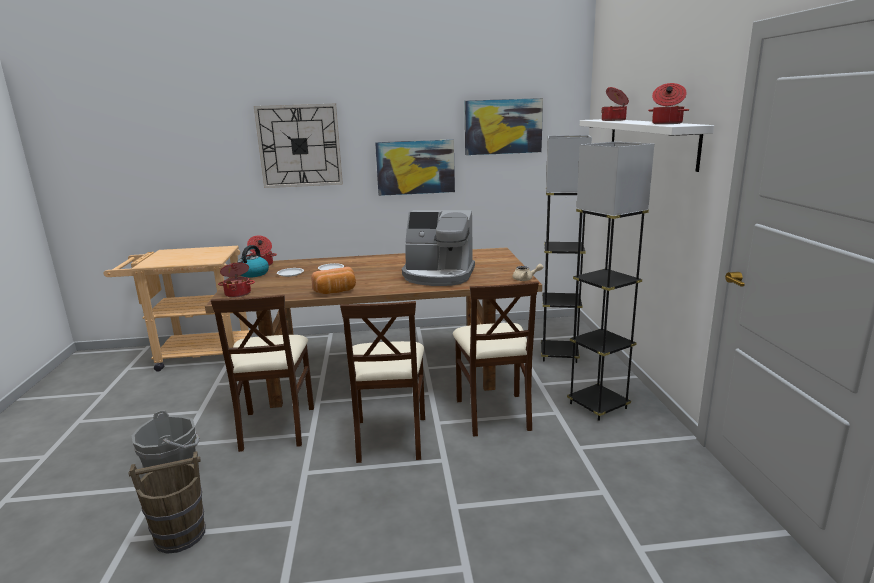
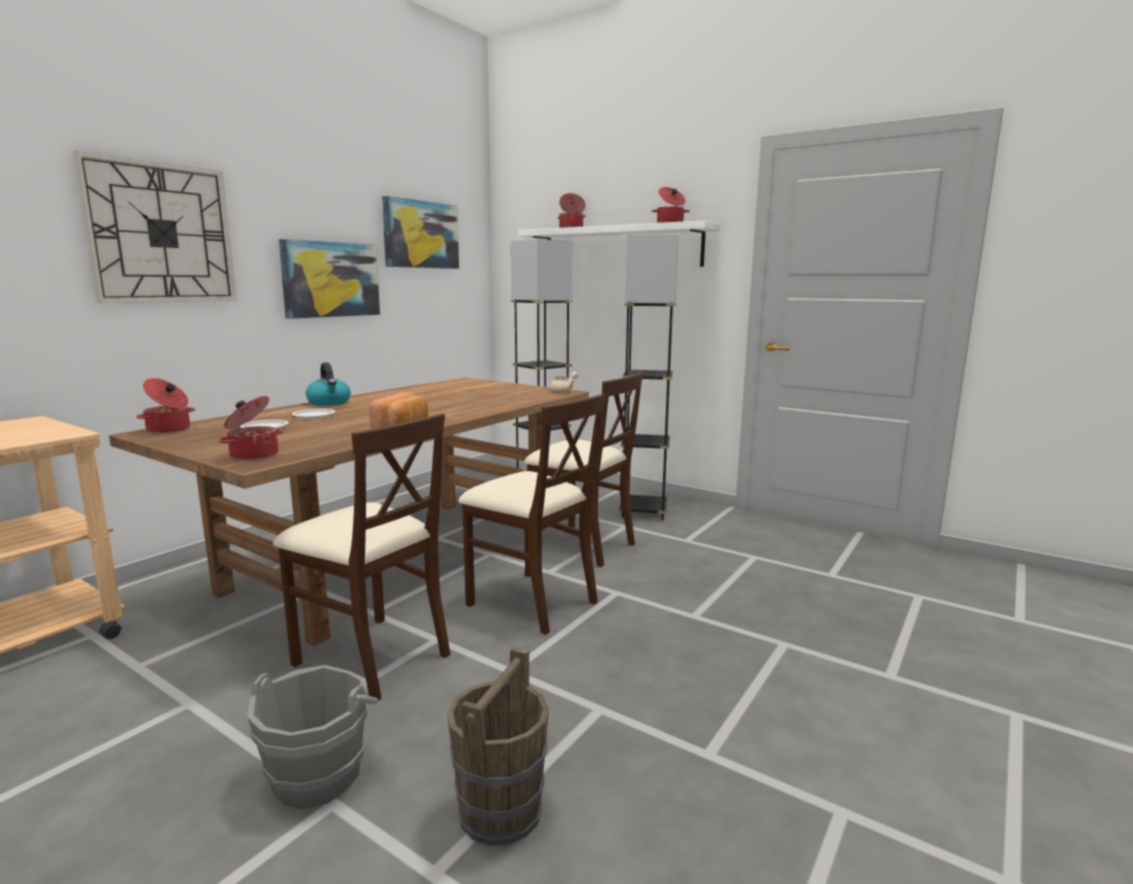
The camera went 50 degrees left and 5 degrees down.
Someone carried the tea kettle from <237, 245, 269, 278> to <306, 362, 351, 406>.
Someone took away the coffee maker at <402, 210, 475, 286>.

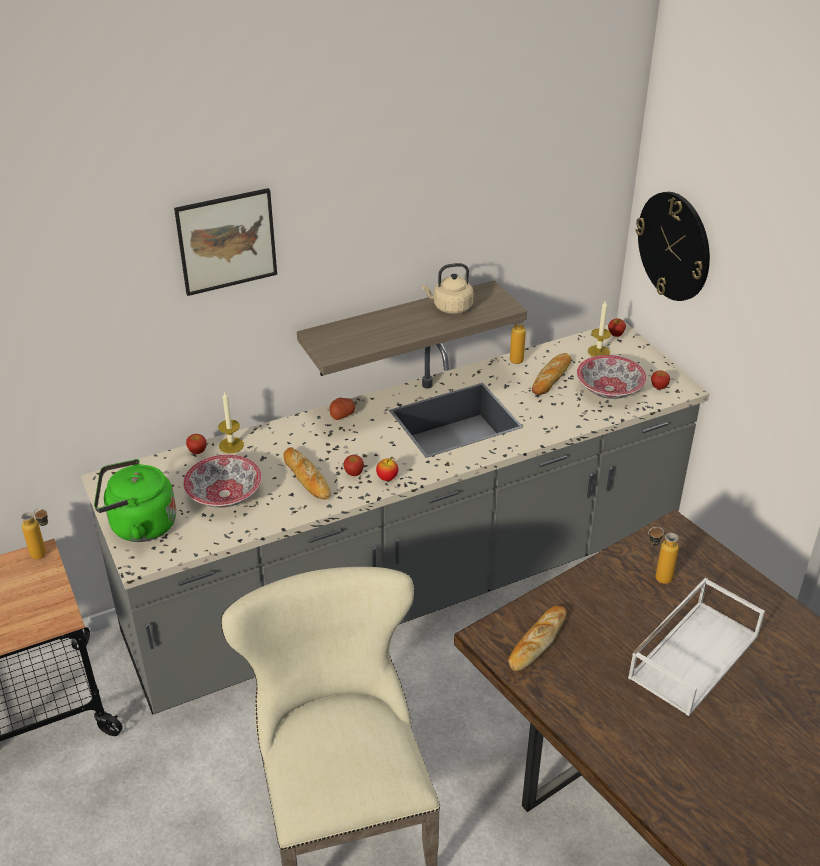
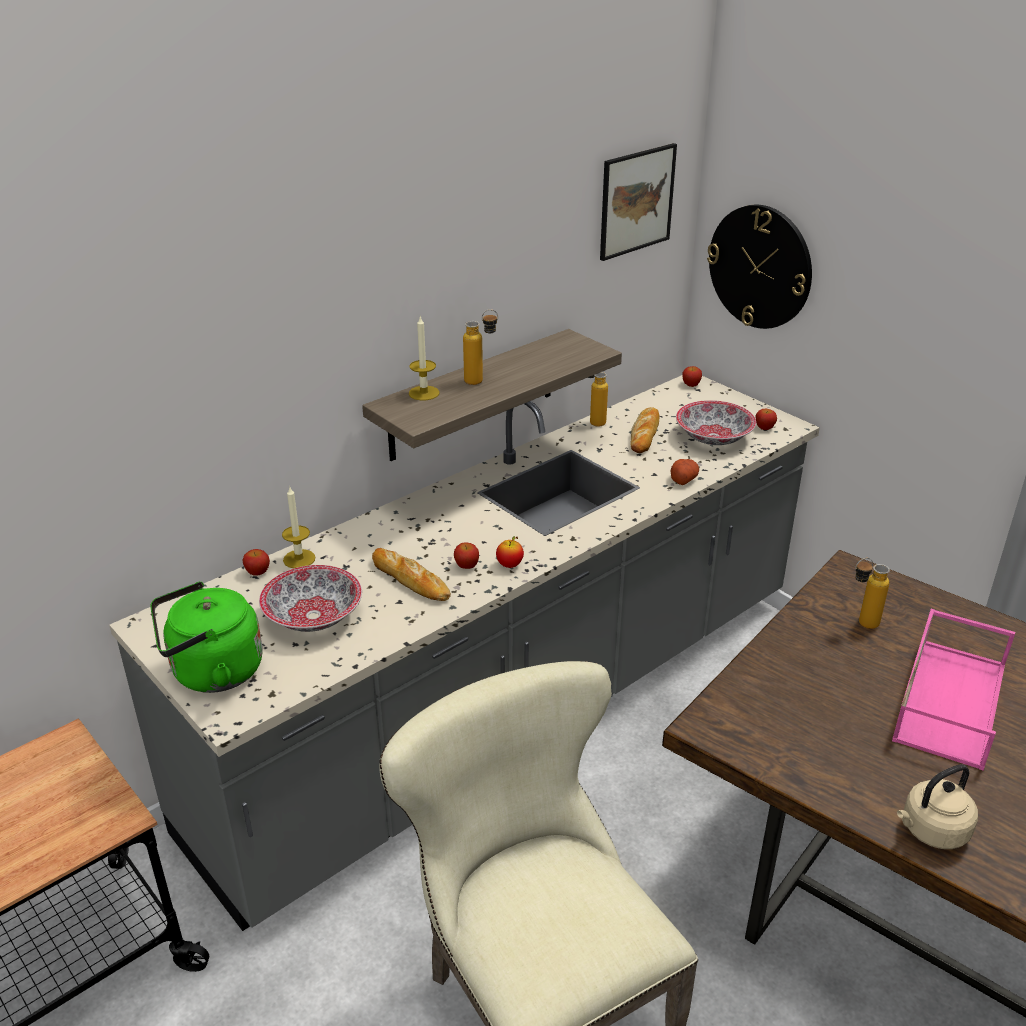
The camera went 15 degrees left and 5 degrees down.
Someone carried the wax light from <588, 301, 611, 357> to <409, 317, 439, 400>.
Someone carried the drink bottle from <21, 508, 48, 560> to <463, 309, 498, 385>.
Someone carried the picture from <174, 188, 277, 296> to <600, 143, 677, 261>.
Someone carried the whole potato from <329, 398, 355, 420> to <671, 459, 699, 485>.
Someone repainted the whitish carrying tray at <628, 578, 765, 716>, which became the pink-coloured carrying tray at <892, 609, 1015, 771>.
Someone carried the sand-coloured tea kettle from <422, 263, 474, 314> to <897, 764, 978, 849>.
Someone took away the baked bread at <508, 606, 567, 671>.

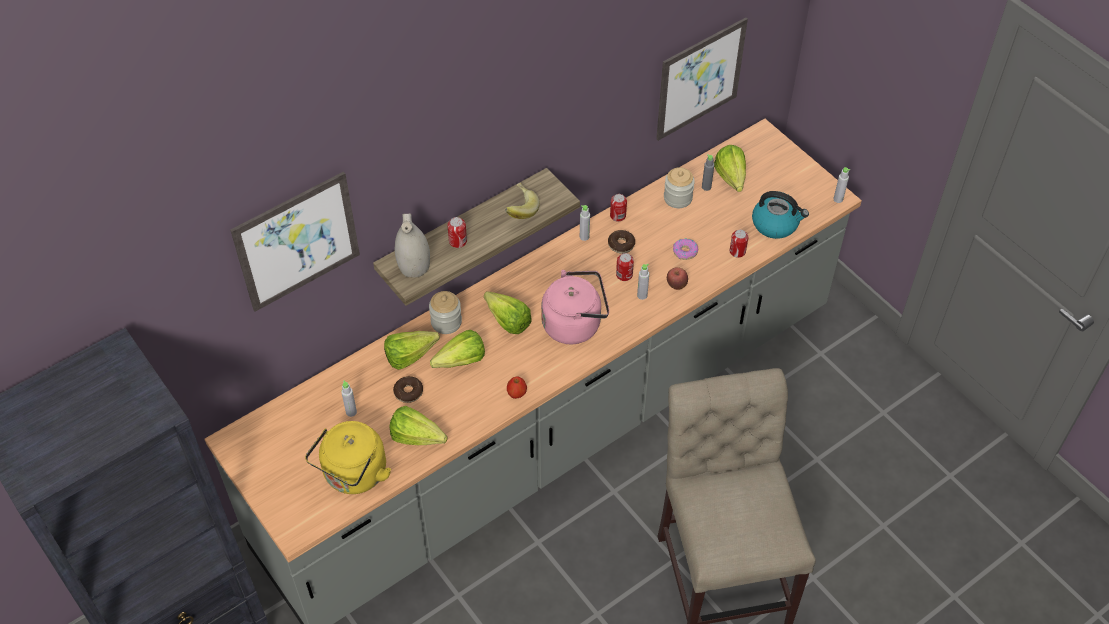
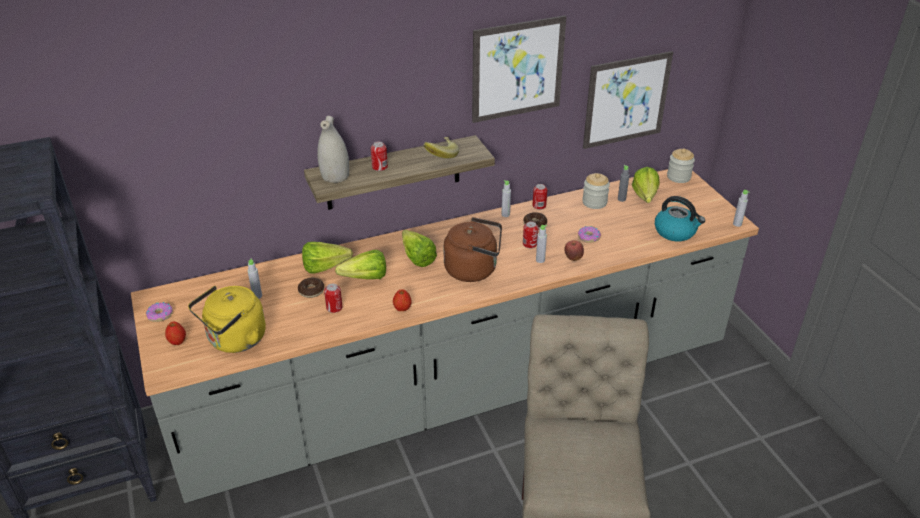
The camera went 15 degrees right and 15 degrees down.
Someone put down the doughnut at <146, 302, 173, 322>.
Someone put down the apple at <165, 322, 186, 345>.
Someone carried the metal can from <730, 230, 748, 258> to <324, 284, 342, 313>.
Someone repainted the pink-coloured tea kettle at <541, 270, 609, 344>, which became the brown tea kettle at <443, 217, 502, 282>.
Someone carried the picture from <230, 171, 360, 312> to <472, 15, 566, 123>.
Someone carried the jar from <429, 291, 462, 334> to <667, 149, 695, 183>.
Someone took away the lettuce at <389, 406, 447, 445>.

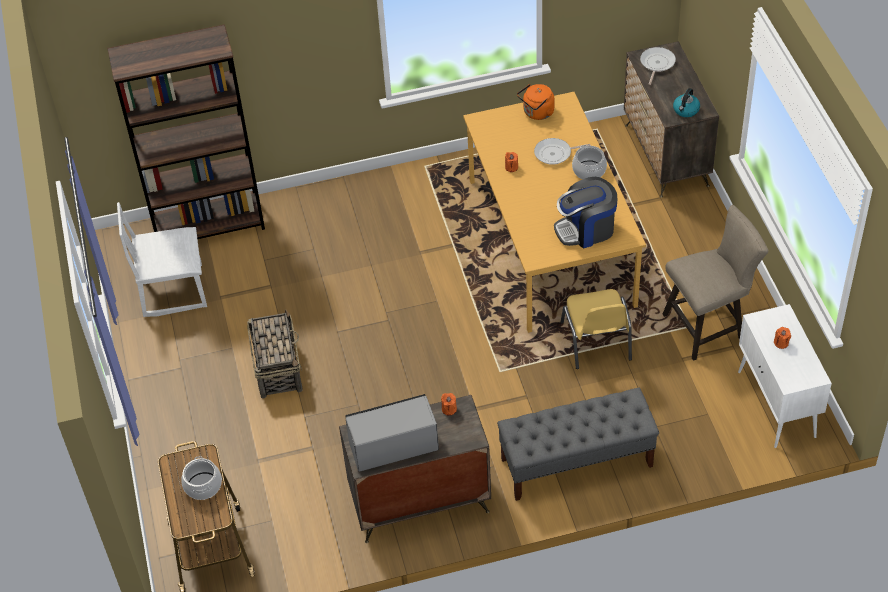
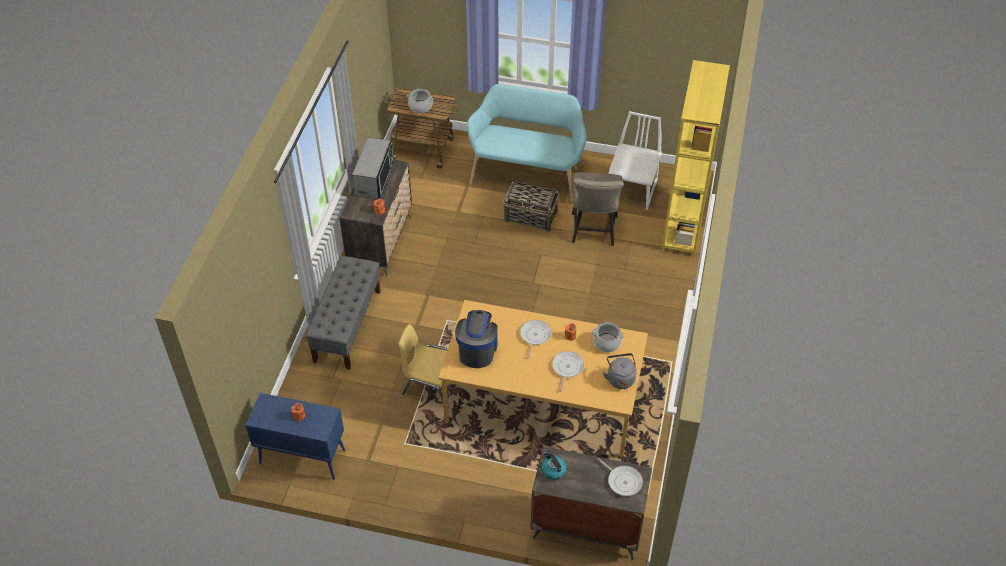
The camera went 115 degrees right and 0 degrees up.
Someone repainted the whitish cupboard at <738, 304, 832, 448>, which became the bluish cupboard at <245, 393, 346, 479>.
Someone put down the turquoise-coloured long seat at <467, 84, 587, 201>.
Someone put down the frying pan at <520, 320, 551, 359>.
Someone carried the sand-coloured stool from <663, 205, 768, 361> to <572, 172, 624, 246>.
Someone carried the cooking pot from <572, 145, 607, 180> to <592, 322, 624, 352>.
Someone repainted the orange tea kettle at <517, 84, 554, 120>, which became the grey tea kettle at <603, 353, 637, 389>.
Someone repainted the brown bookcase at <107, 24, 265, 239>, which became the yellowish bookcase at <661, 60, 730, 257>.

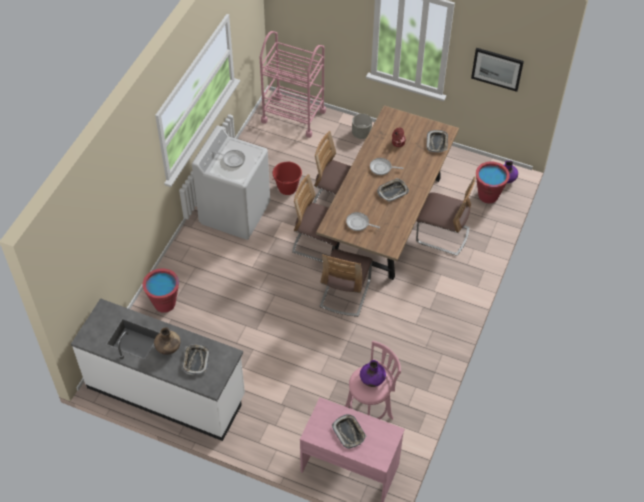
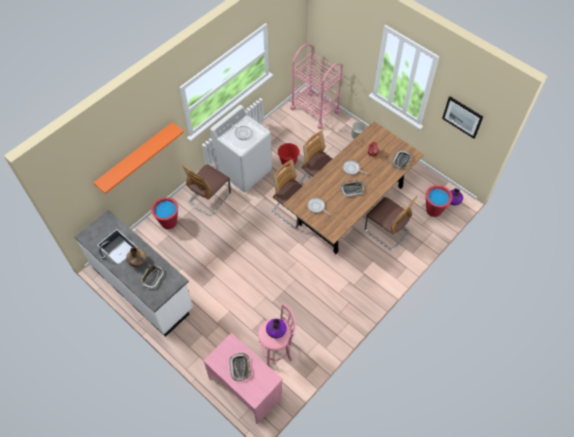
The camera went 20 degrees right and 5 degrees up.
Someone put up the orange shelf at <93, 122, 184, 194>.
Someone carried the upright chair from <320, 249, 373, 317> to <182, 164, 231, 216>.

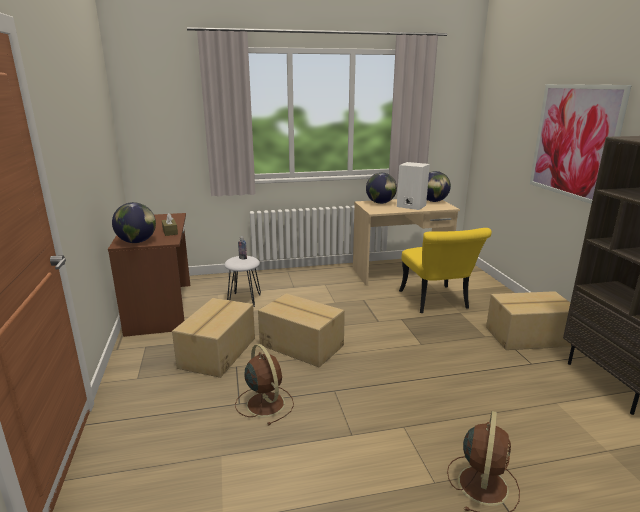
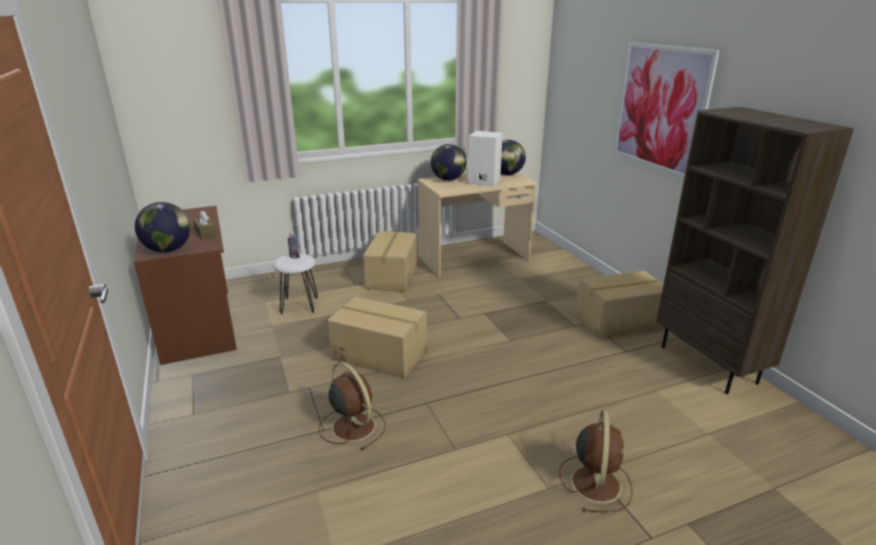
The camera went 10 degrees left and 5 degrees up.
Someone carried the packing box from <172, 298, 255, 378> to <363, 231, 418, 292>.
Someone took away the yellowish upright chair at <399, 228, 492, 313>.

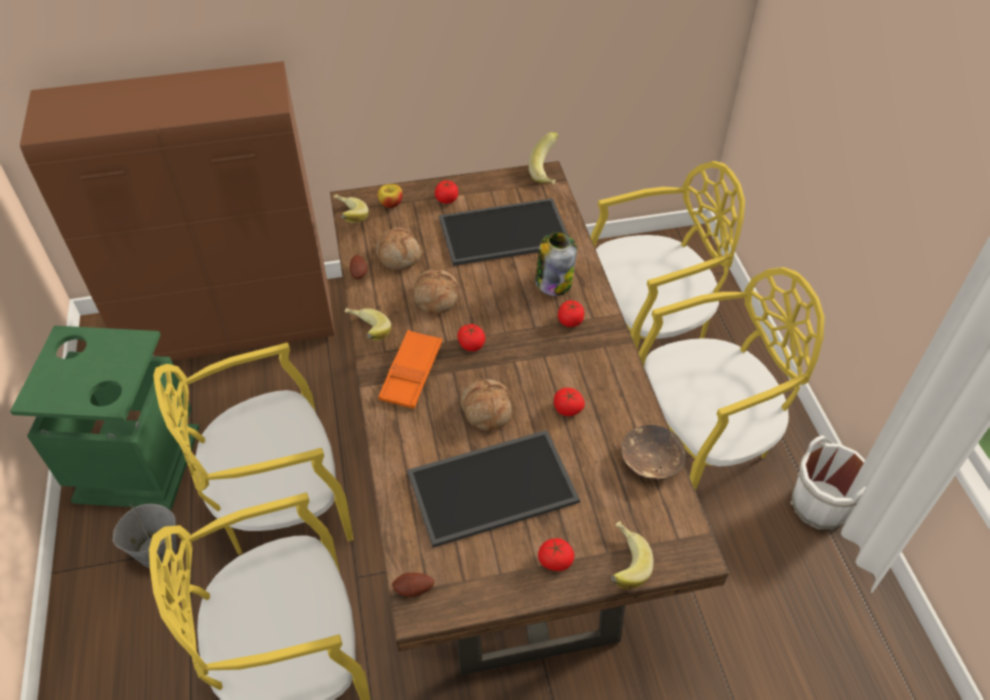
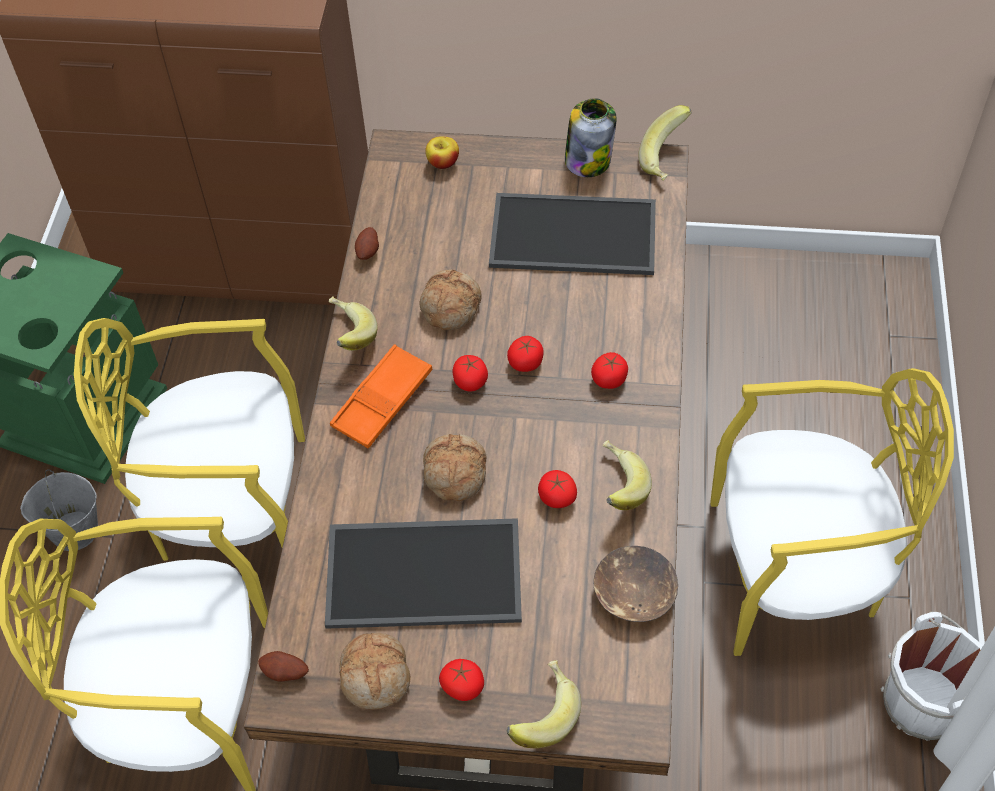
The camera went 20 degrees right and 5 degrees up.
Someone carried the baked bread from <375, 228, 422, 270> to <339, 633, 411, 710>.
Someone carried the whole tomato from <435, 180, 458, 204> to <507, 336, 544, 372>.
Someone carried the jar from <535, 232, 577, 296> to <565, 98, 616, 177>.
Someone carried the whole banana from <334, 194, 369, 223> to <603, 440, 652, 510>.
Someone took away the yellowish upright chair at <590, 161, 745, 350>.

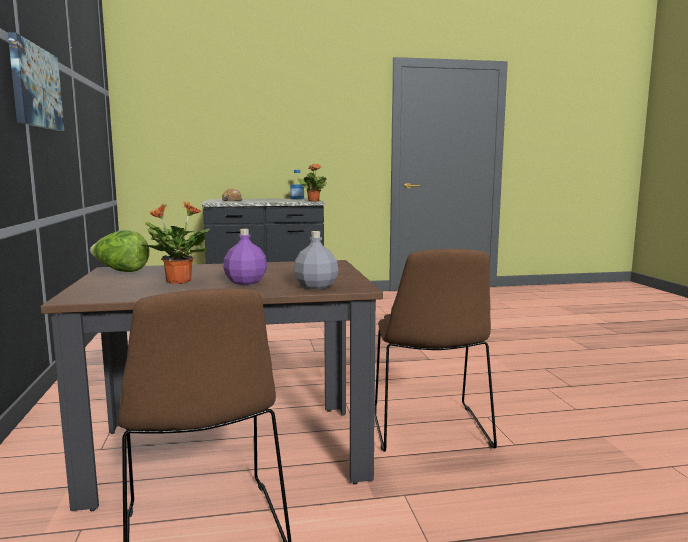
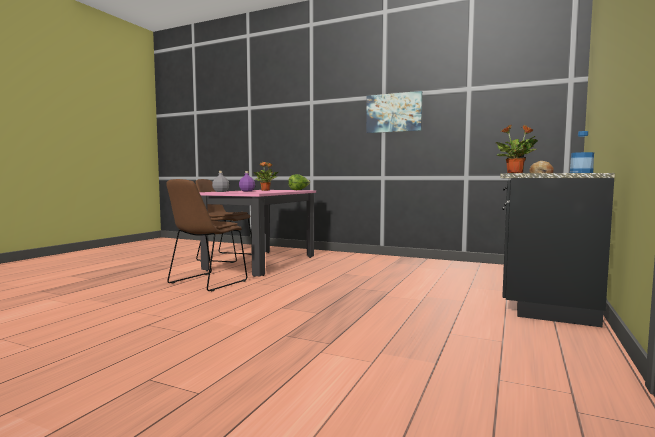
The camera went 125 degrees right and 5 degrees down.
Someone rotated the brown upright chair at <375, 249, 497, 452> by 90 degrees counterclockwise.
Someone repainted the brown dining table at <40, 260, 383, 511>, which became the pink-coloured dining table at <199, 190, 316, 277>.

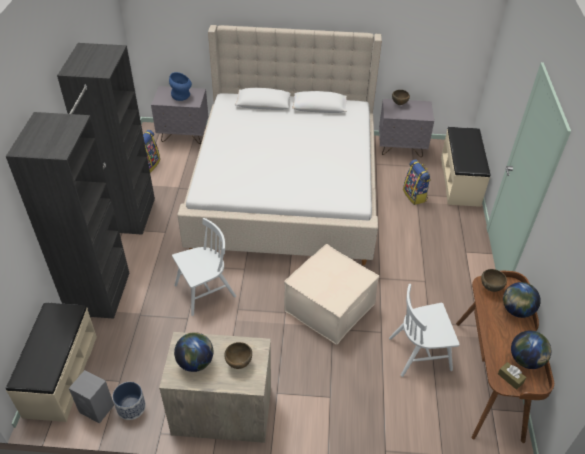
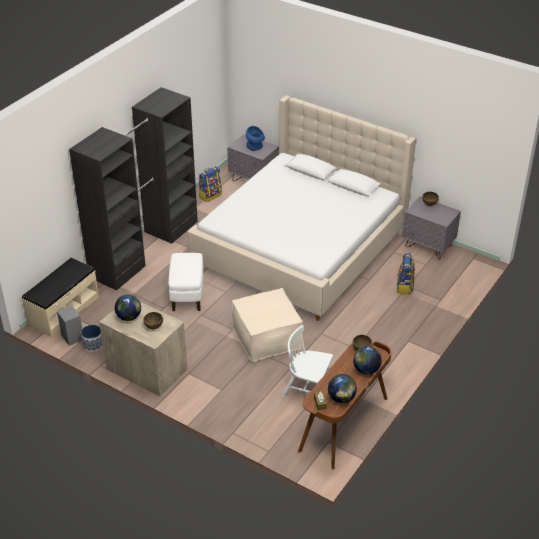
The camera went 30 degrees right and 5 degrees down.
Someone swapped the whitish upright chair at <172, 218, 236, 316> for the whitish pouffe at <169, 253, 204, 311>.
Someone took away the sand-coloured long seat at <441, 127, 490, 207>.

